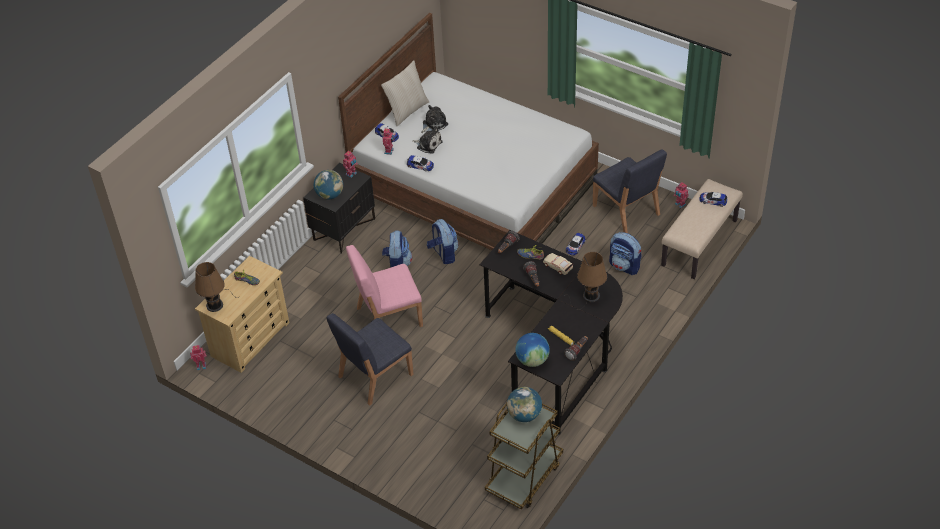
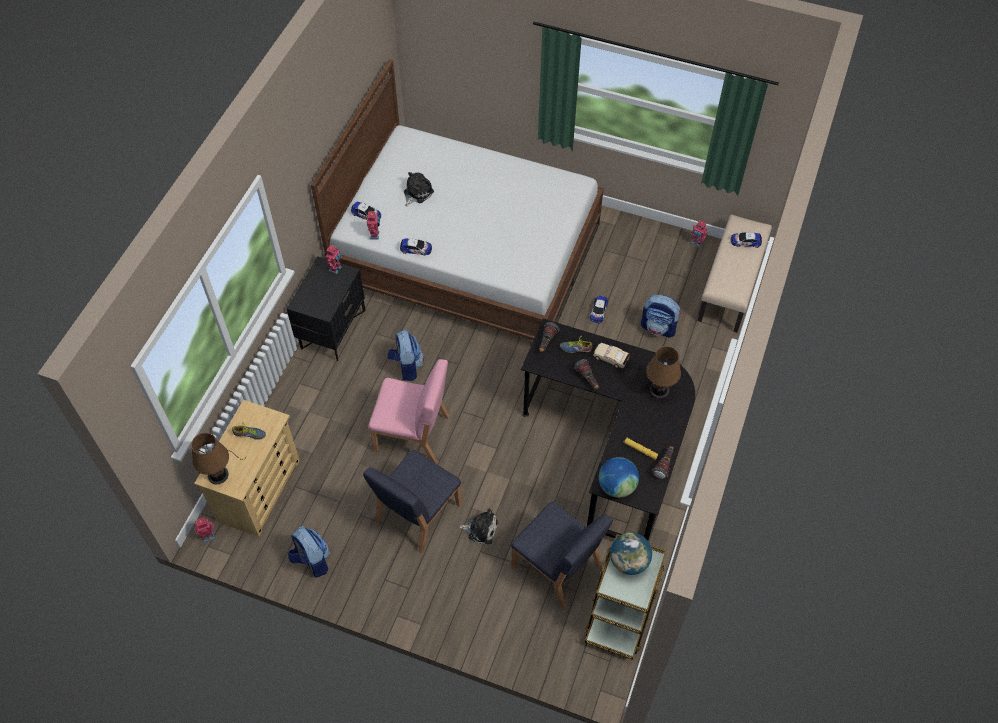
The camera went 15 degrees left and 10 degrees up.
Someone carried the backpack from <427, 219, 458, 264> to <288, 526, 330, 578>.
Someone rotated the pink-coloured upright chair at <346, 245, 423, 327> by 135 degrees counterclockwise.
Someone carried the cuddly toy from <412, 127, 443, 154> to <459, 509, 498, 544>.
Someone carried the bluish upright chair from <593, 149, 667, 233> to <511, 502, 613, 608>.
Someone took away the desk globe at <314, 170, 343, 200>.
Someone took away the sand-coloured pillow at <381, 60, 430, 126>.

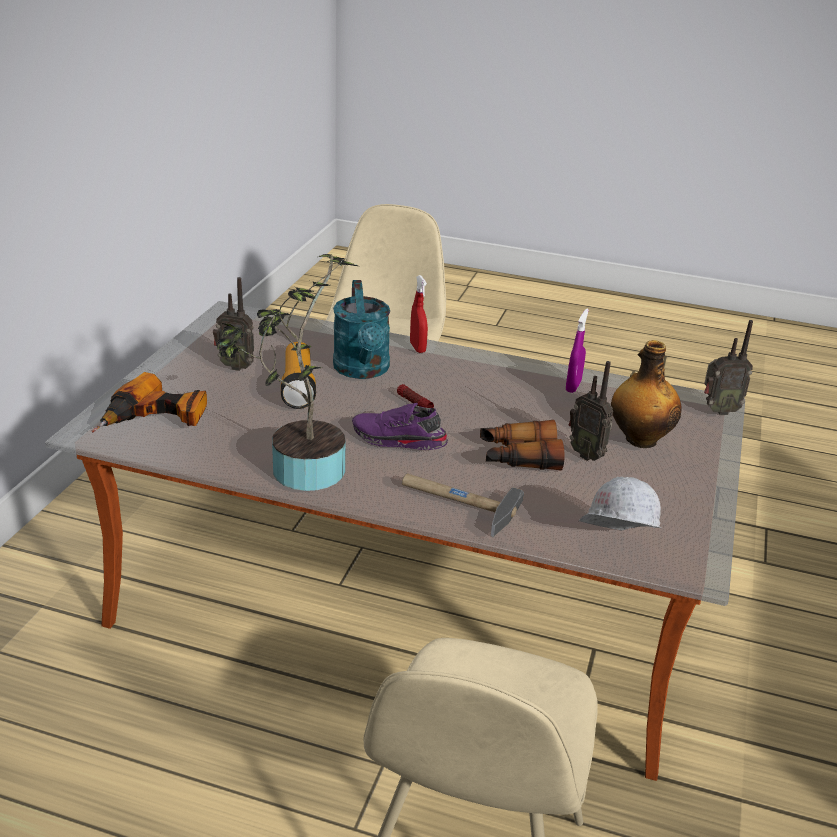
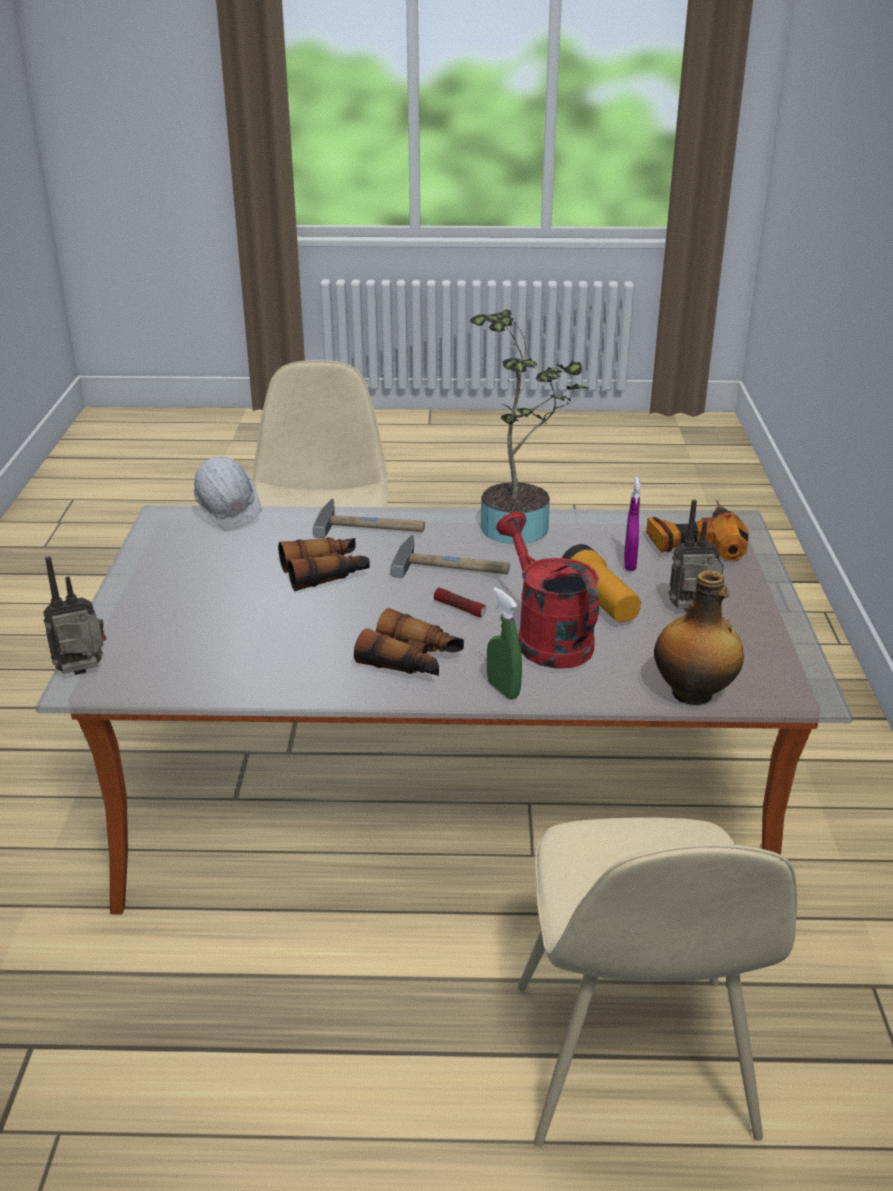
The camera went 165 degrees right and 0 degrees up.
Someone put down the field glasses at <354, 608, 464, 676>.
Someone swapped the purplish low shoe at <352, 403, 448, 450> for the hand hammer at <390, 535, 510, 578>.
Someone repainted the red sprayer at <410, 275, 428, 353>, which became the green-coloured sprayer at <487, 587, 522, 699>.
Someone repainted the turquoise-coloured sprinkling can at <333, 280, 390, 379>, which became the red sprinkling can at <496, 512, 599, 668>.
Someone carried the purplish sprayer from <566, 309, 589, 393> to <624, 477, 641, 571>.
Someone carried the drink bottle from <611, 340, 681, 448> to <654, 570, 744, 705>.
Someone took away the radio receiver at <569, 361, 613, 461>.

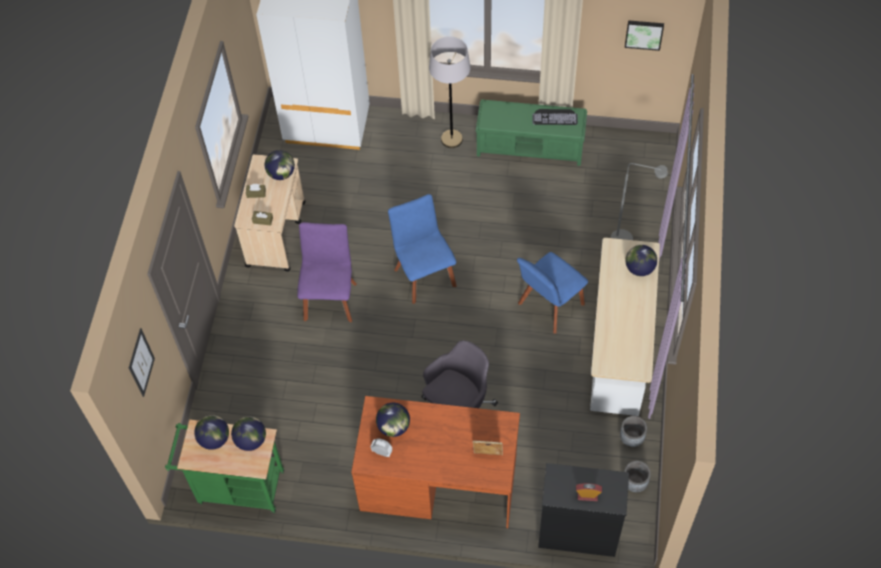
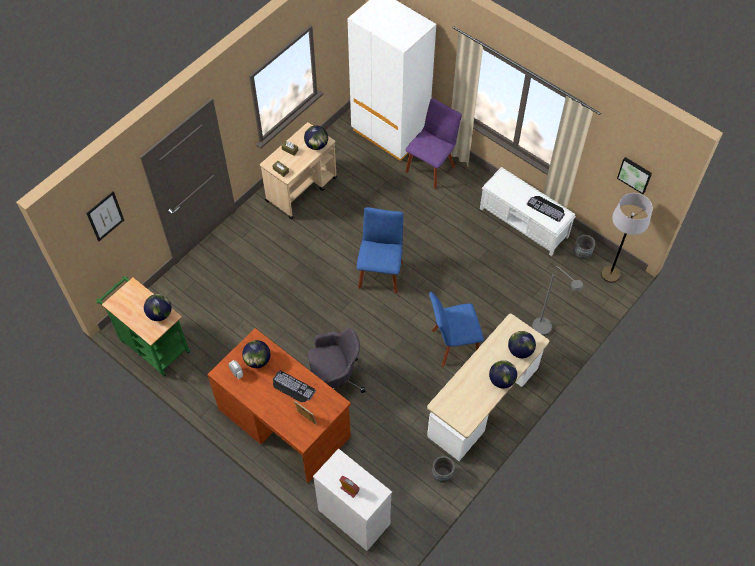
The camera went 30 degrees right and 0 degrees up.
Someone put down the keyboard at <273, 370, 316, 402>.
Someone repainted the blackish drawer chest at <538, 463, 629, 557>, which became the whitish drawer chest at <313, 448, 392, 551>.
Someone carried the purplish upright chair from <297, 222, 357, 322> to <405, 98, 462, 189>.
Someone repainted the green-coloured long seat at <476, 99, 587, 166>, which became the whitish long seat at <480, 167, 576, 256>.
Someone carried the desk globe from <194, 415, 229, 450> to <489, 360, 517, 389>.
Someone carried the grey planter from <624, 461, 651, 492> to <574, 235, 595, 259>.
Someone carried the grey floor lamp from <429, 36, 471, 148> to <601, 193, 653, 283>.

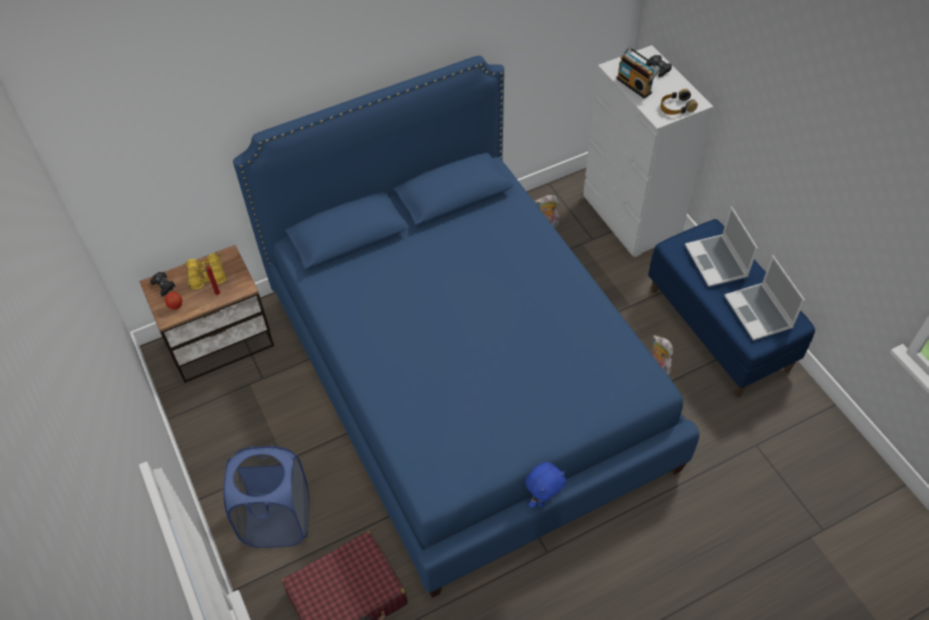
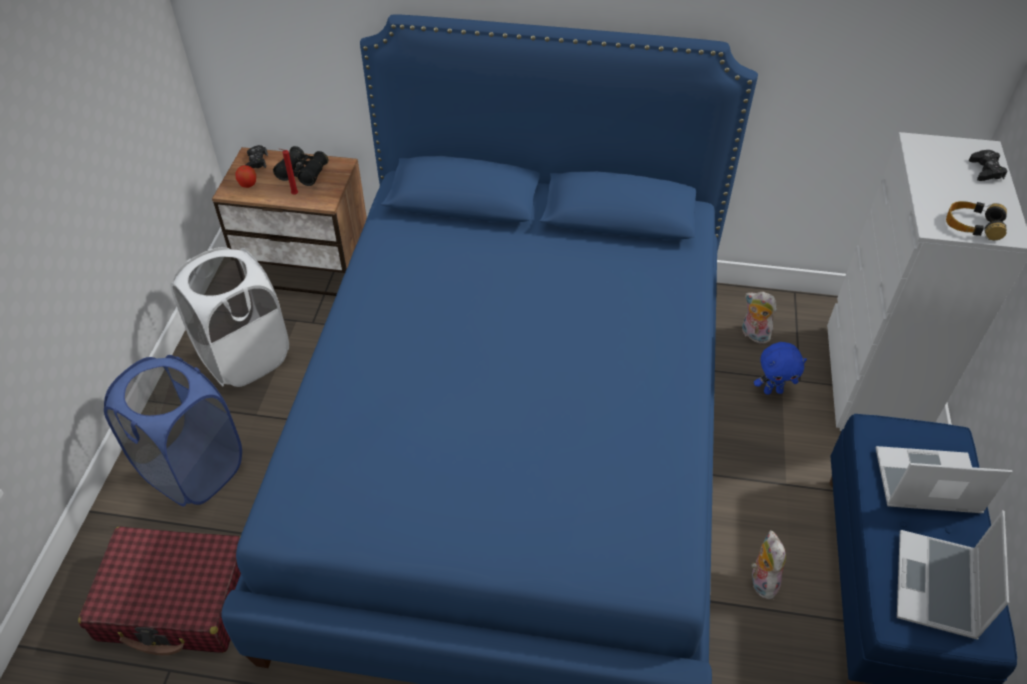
The camera went 35 degrees right and 5 degrees down.
Someone put down the whitish washing basket at <170, 247, 289, 387>.
Someone repainted the yellowish field glasses at <185, 253, 226, 290>, which became the blackish field glasses at <273, 146, 328, 186>.
Someone carried the bluish cuddly toy from <525, 462, 566, 508> to <754, 342, 807, 395>.
Someone rotated the portable computer at <685, 206, 758, 287> by 75 degrees clockwise.
Someone took away the radio receiver at <616, 46, 660, 98>.

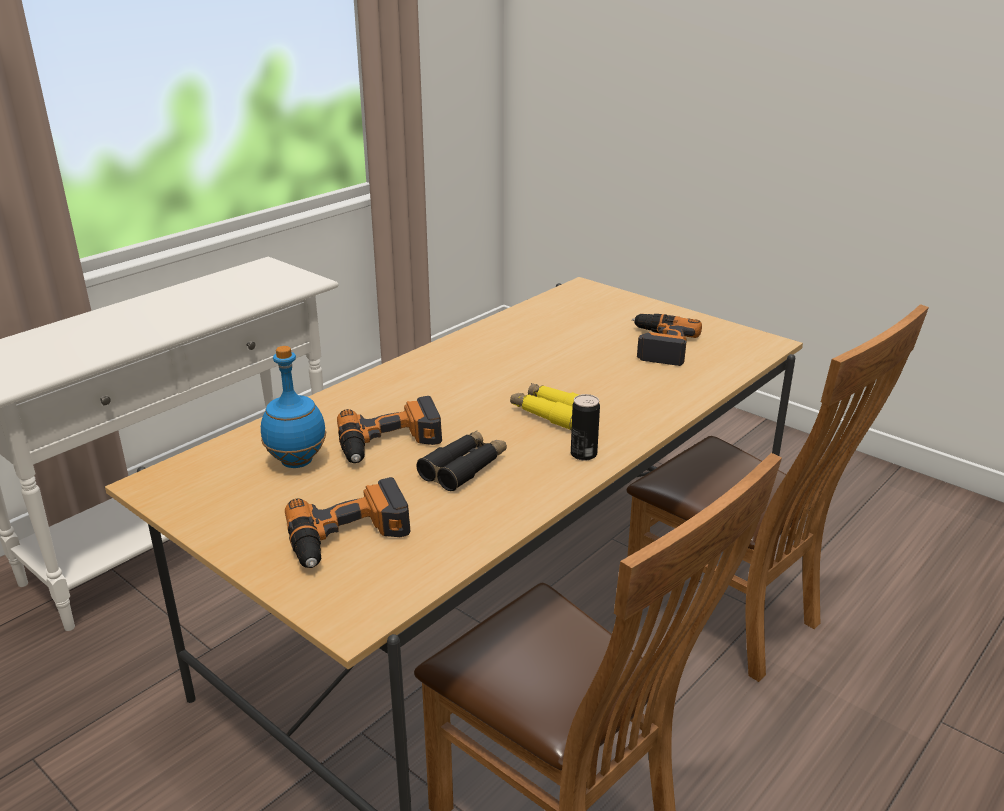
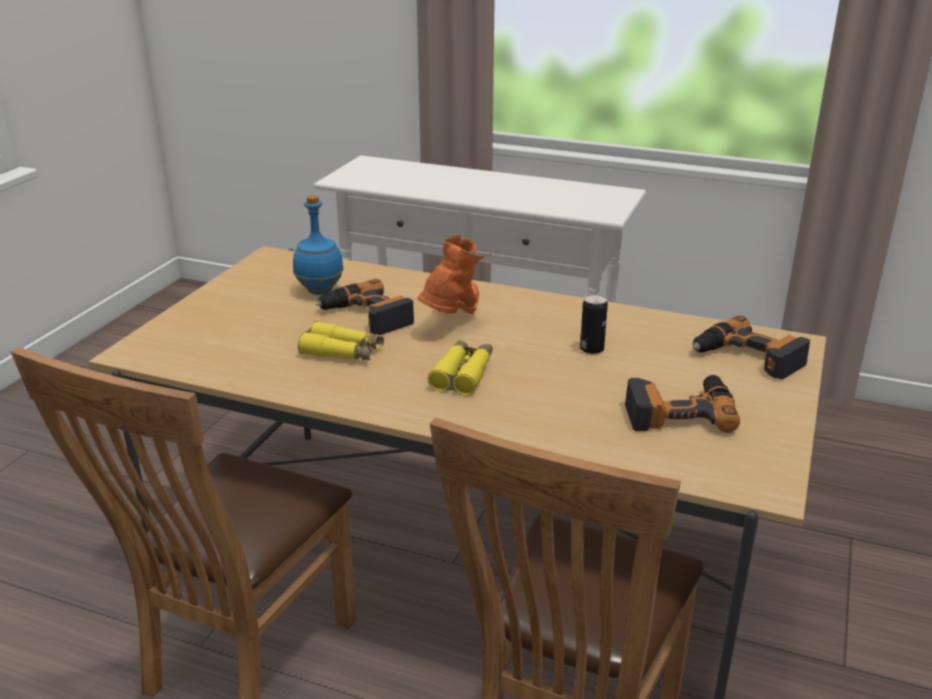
The camera went 70 degrees right and 0 degrees up.
Someone repainted the blackish field glasses at <417, 430, 507, 491>, which became the yellowish field glasses at <298, 321, 384, 360>.
Someone put down the orange high-top boot at <417, 234, 491, 314>.
Someone carried the metal can from <571, 394, 600, 461> to <580, 294, 608, 354>.
Someone carried the drill from <285, 477, 411, 568> to <693, 316, 810, 379>.

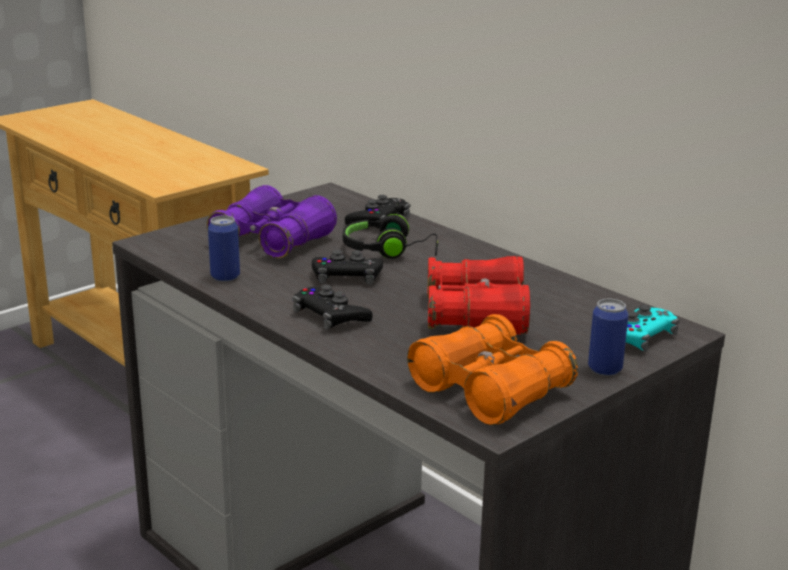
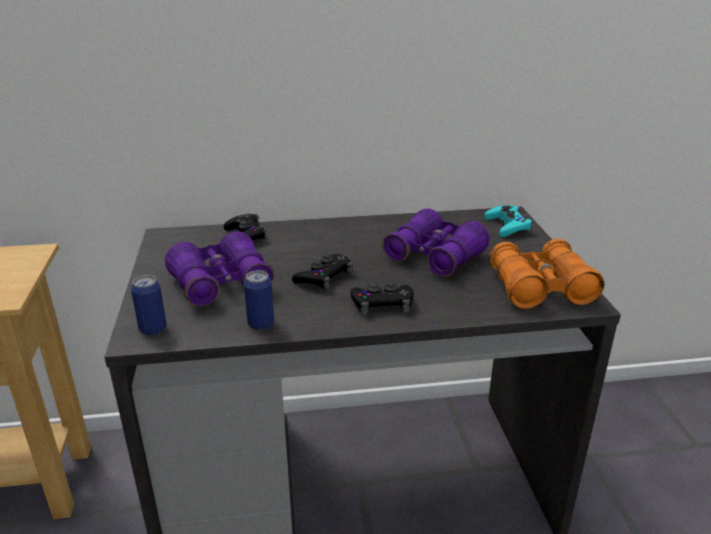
The camera went 55 degrees left and 5 degrees up.
Someone carried the metal can from <588, 299, 629, 376> to <131, 275, 167, 335>.
Someone repainted the red field glasses at <427, 256, 530, 335>, which became the purplish field glasses at <382, 208, 489, 277>.
Someone took away the blackish headset at <343, 201, 438, 259>.

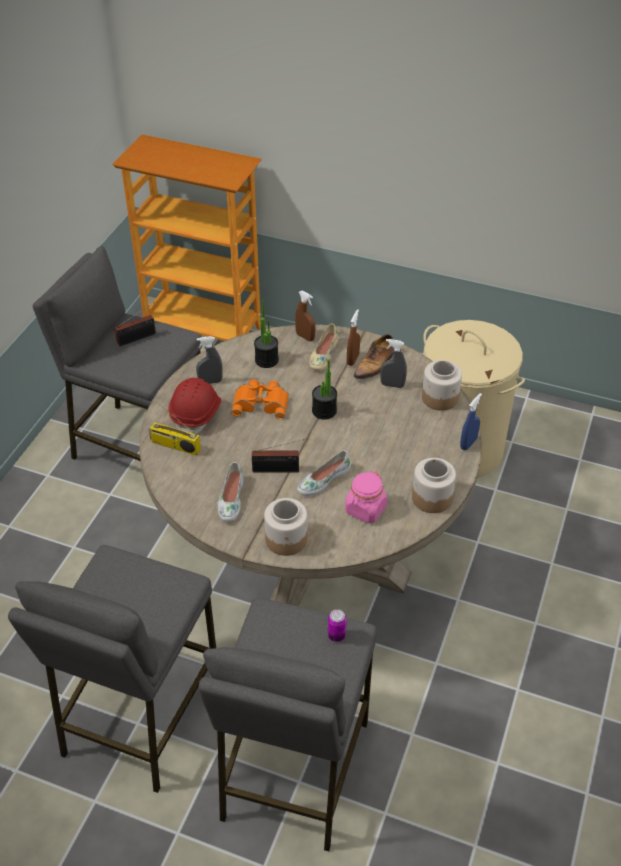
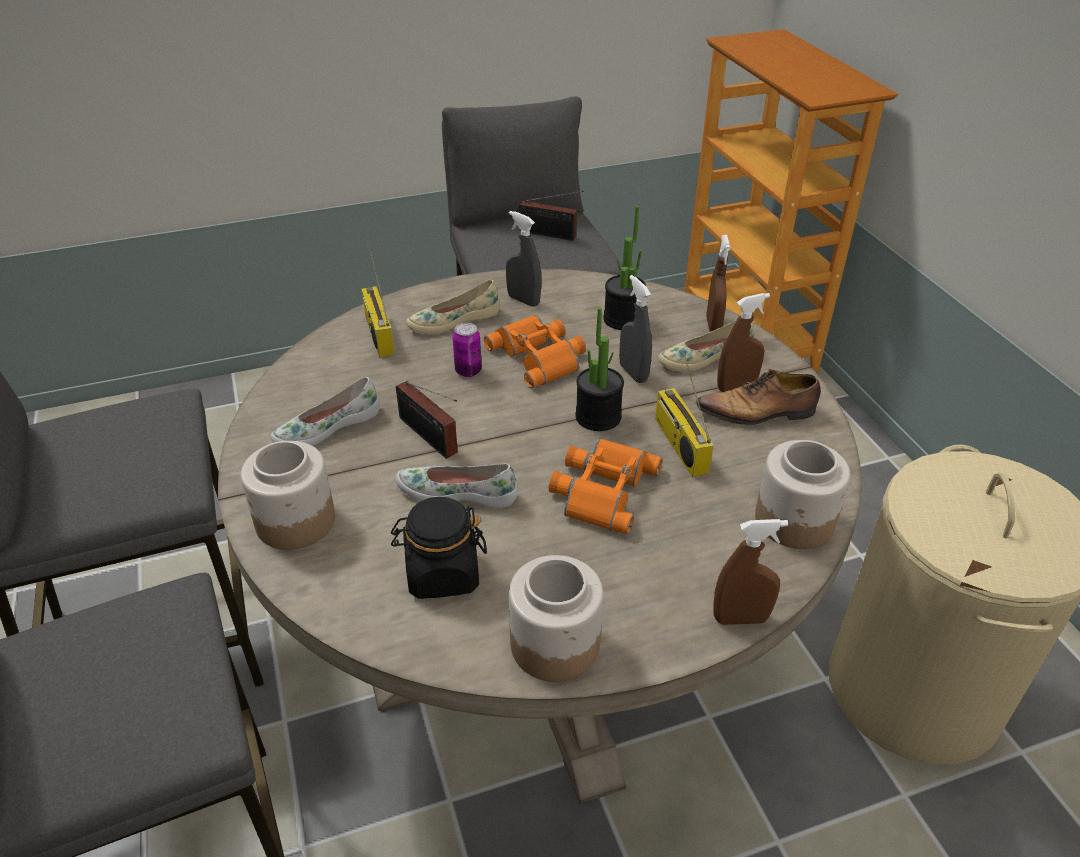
The camera went 50 degrees right and 5 degrees down.
Someone repainted the pink-coloured jar at <345, 471, 387, 523>, which became the blackish jar at <391, 497, 487, 599>.
Someone swapped the red hard hat at <168, 378, 221, 434> for the sand-coloured low shoe at <406, 280, 500, 334>.
Someone carried the metal can from <328, 609, 347, 642> to <452, 323, 482, 377>.
Someone put down the orange field glasses at <548, 438, 663, 534>.
Someone carried the grey sprayer from <380, 339, 407, 388> to <619, 275, 652, 383>.
Someone put down the radio receiver at <655, 351, 714, 477>.
Someone repainted the bluish sprayer at <460, 393, 482, 450>, which became the brown sprayer at <713, 519, 788, 625>.

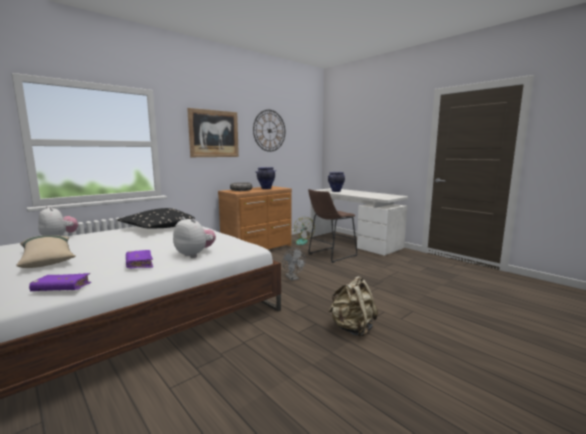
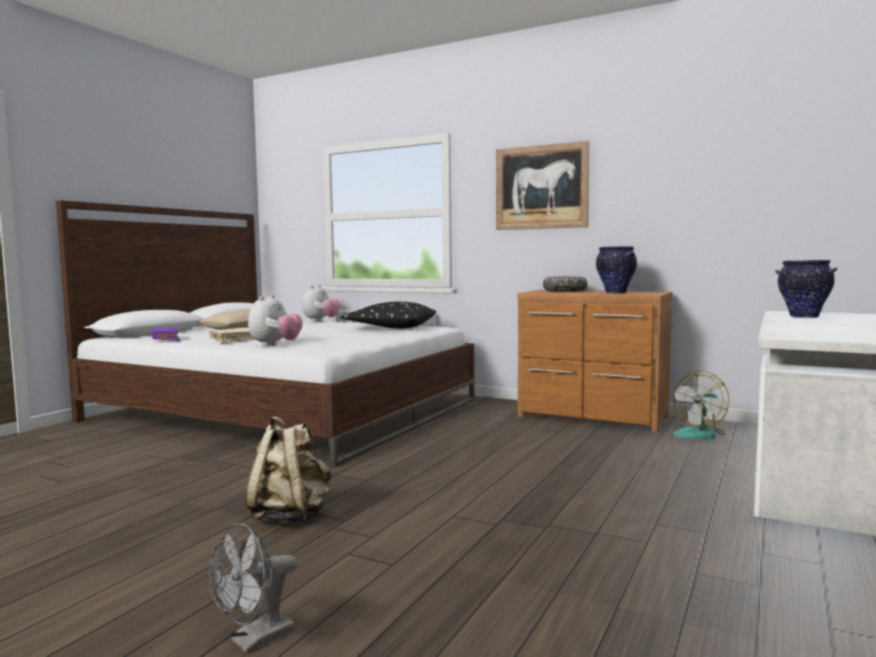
The camera went 70 degrees right and 5 degrees down.
Someone repainted the purplish volume at <126, 250, 153, 268>, which became the sand-coloured volume at <209, 327, 256, 343>.
Someone carried the grey electric fan from <282, 248, 306, 281> to <209, 523, 297, 653>.
Someone took away the hanging clock at <253, 110, 285, 152>.
Someone took away the brown stool at <308, 189, 357, 263>.

